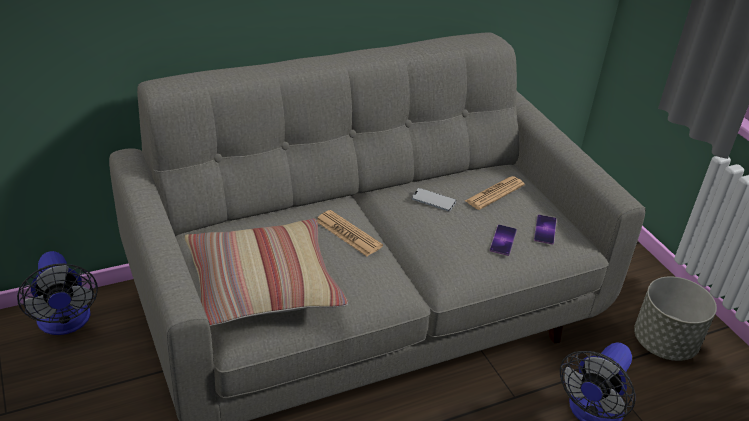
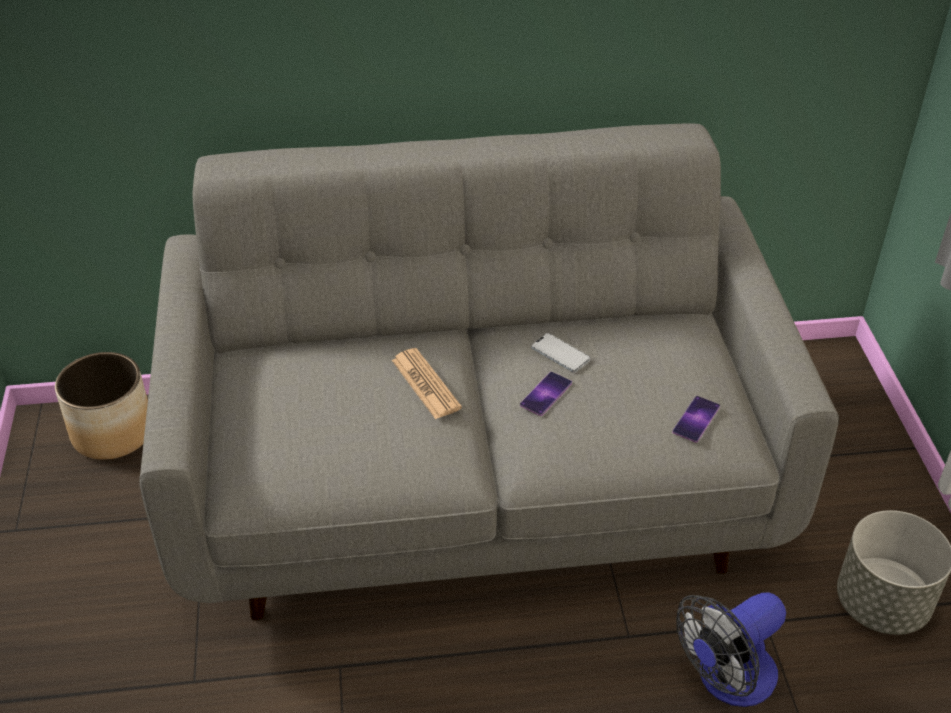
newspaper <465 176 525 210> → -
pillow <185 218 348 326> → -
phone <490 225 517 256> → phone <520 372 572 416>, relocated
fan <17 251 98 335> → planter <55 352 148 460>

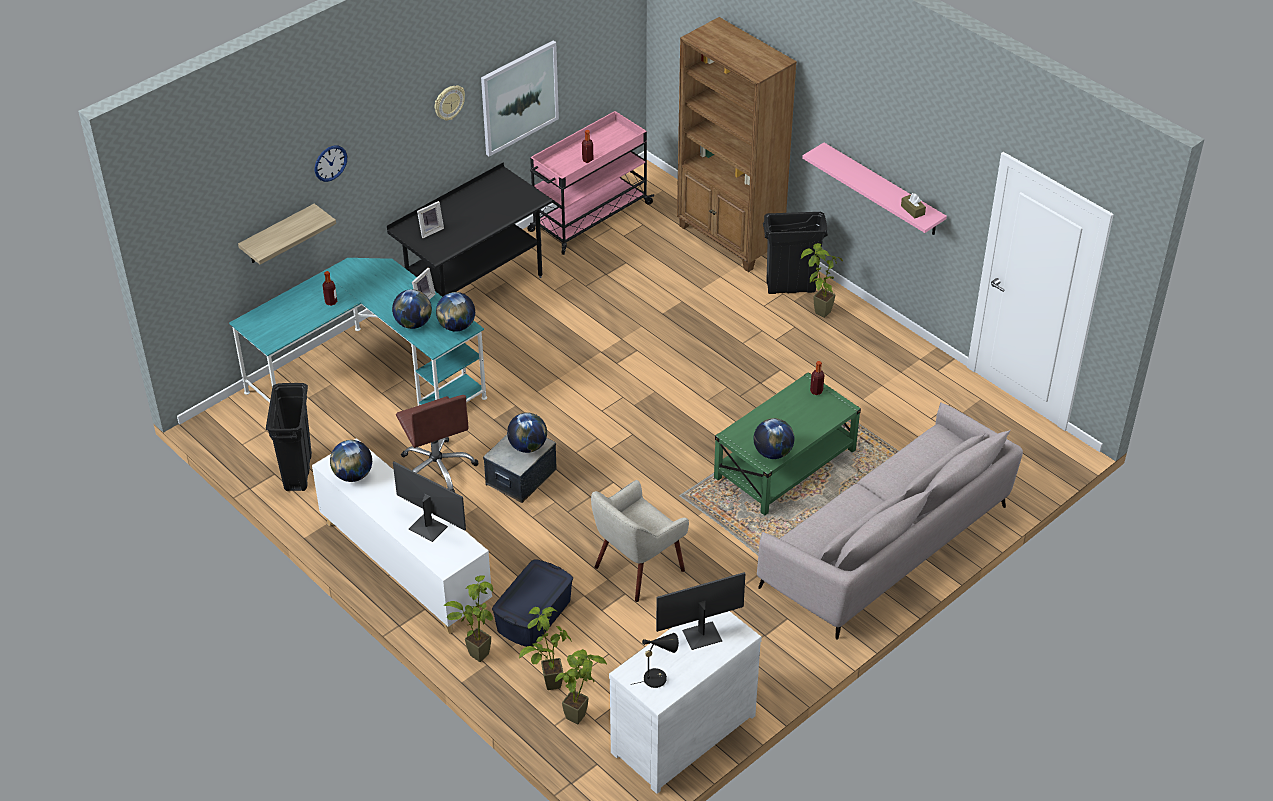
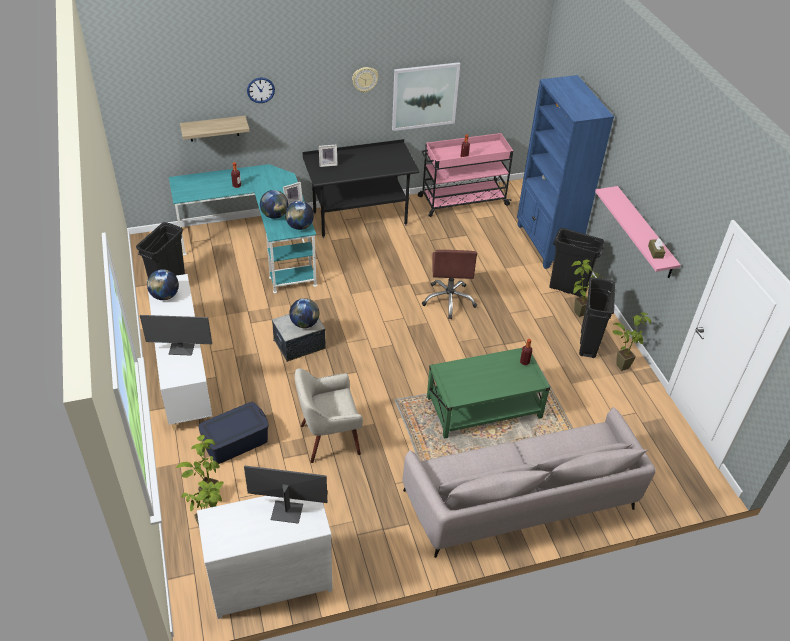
brown_bookcase <677 17 797 272> → blue_bookcase <517 75 614 269>
brown_office_chair <396 395 478 492> → brown_office_chair <422 250 477 319>, relocated
globe <754 418 794 459> → -
monitor <393 462 466 542> → monitor <140 315 212 356>, 120 degrees clockwise
potted_plant <443 576 493 662> → potted_plant <612 313 651 371>, relocated
black_table_lamp <630 633 679 688> → -
- → black_trash_can <579 277 615 358>

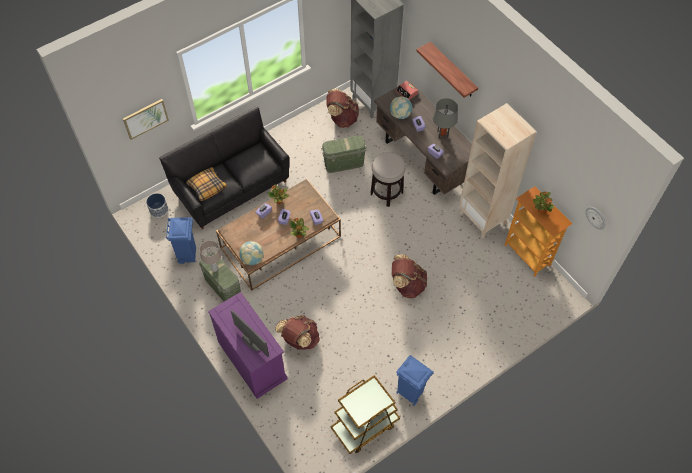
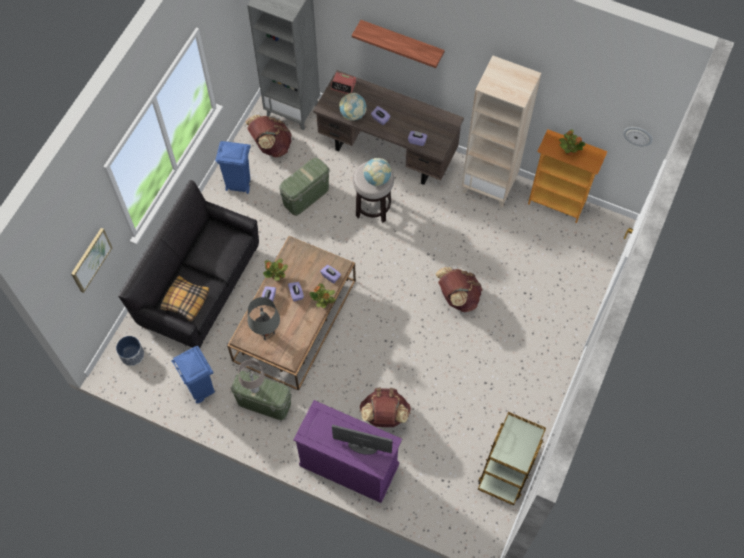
grey_table_lamp <433 98 458 138> → grey_table_lamp <248 297 280 340>, relocated
globe <239 241 264 265> → globe <363 158 391 186>, relocated
blue_trash_can <396 355 434 406> → blue_trash_can <215 141 251 194>, relocated

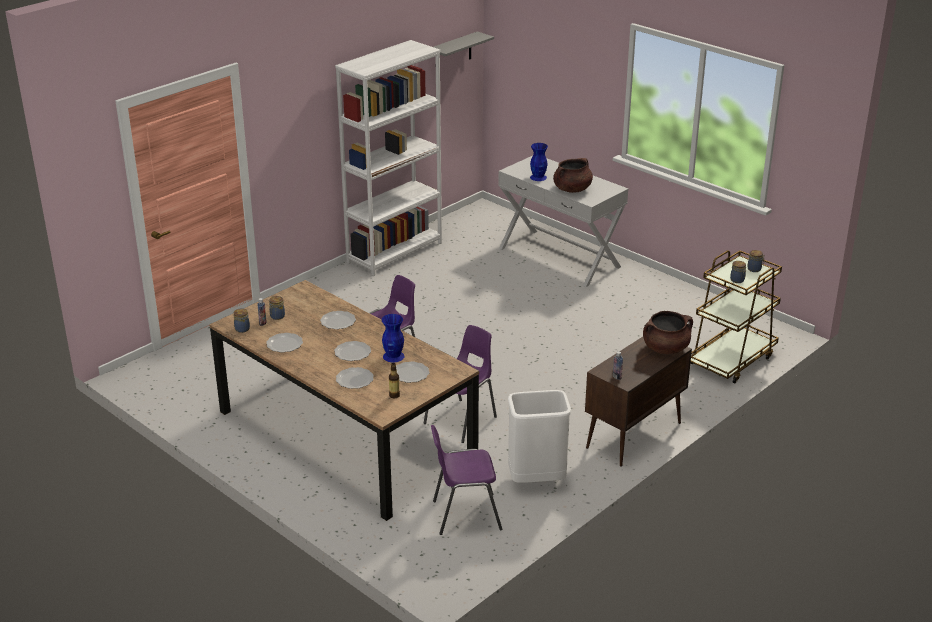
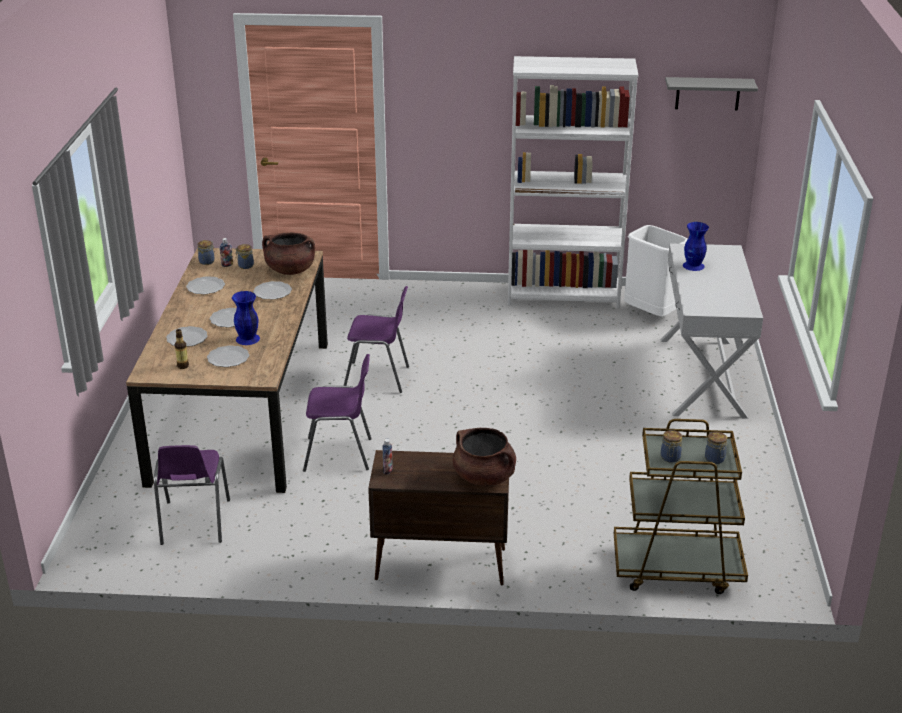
brown_cooking_pot <553 158 593 193> → brown_cooking_pot <262 232 315 275>, relocated
white_trash_can <508 390 572 483> → white_trash_can <624 225 688 317>, relocated
purple_chair <431 425 502 535> → purple_chair <154 445 230 545>, 135 degrees counterclockwise

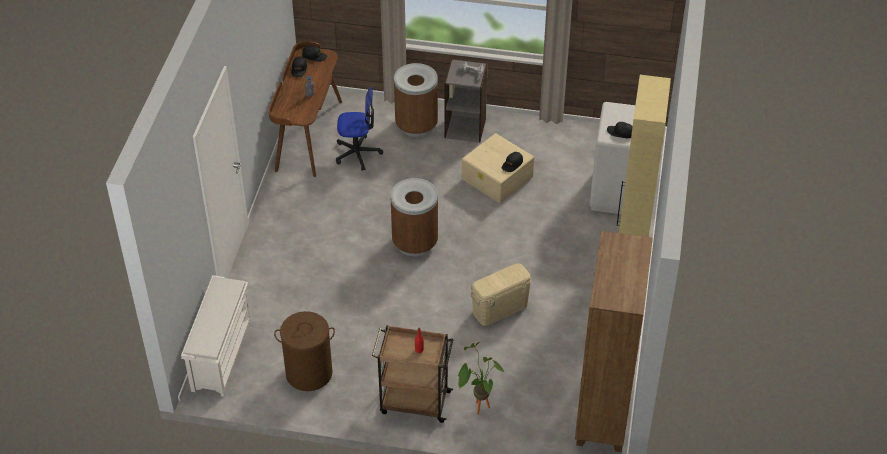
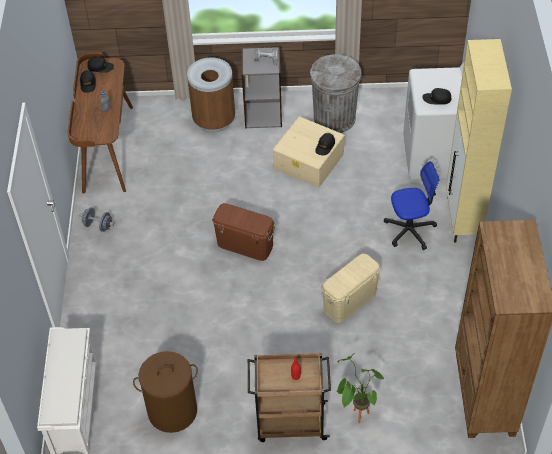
office_chair <336 87 383 171> → office_chair <384 161 440 250>, relocated
brown_trash_can <390 178 438 257> → brown_storage_box <212 203 275 261>
- → grey_trash_can <310 54 362 133>
- → grey_dumbbell <80 207 114 232>

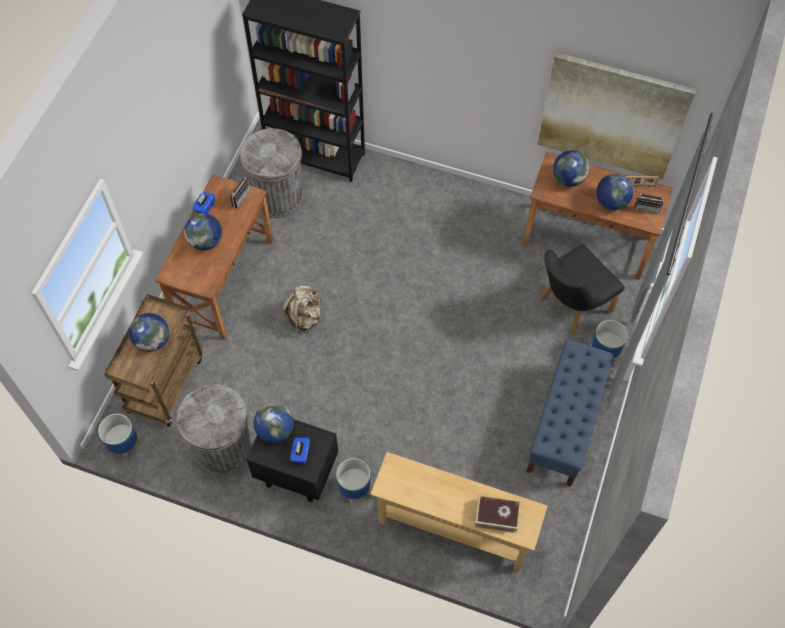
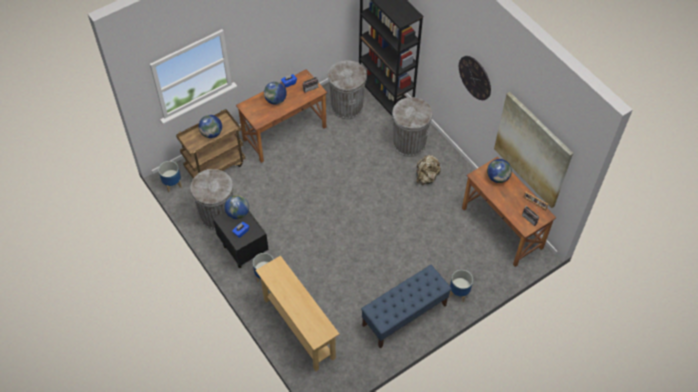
globe <596 174 633 210> → -
black_chair <540 243 625 336> → -
beige_backpack <282 286 322 334> → beige_backpack <416 155 441 185>, relocated
book <475 496 521 533> → -
- → wall_clock <459 56 491 100>
- → grey_trash_can <392 97 433 157>

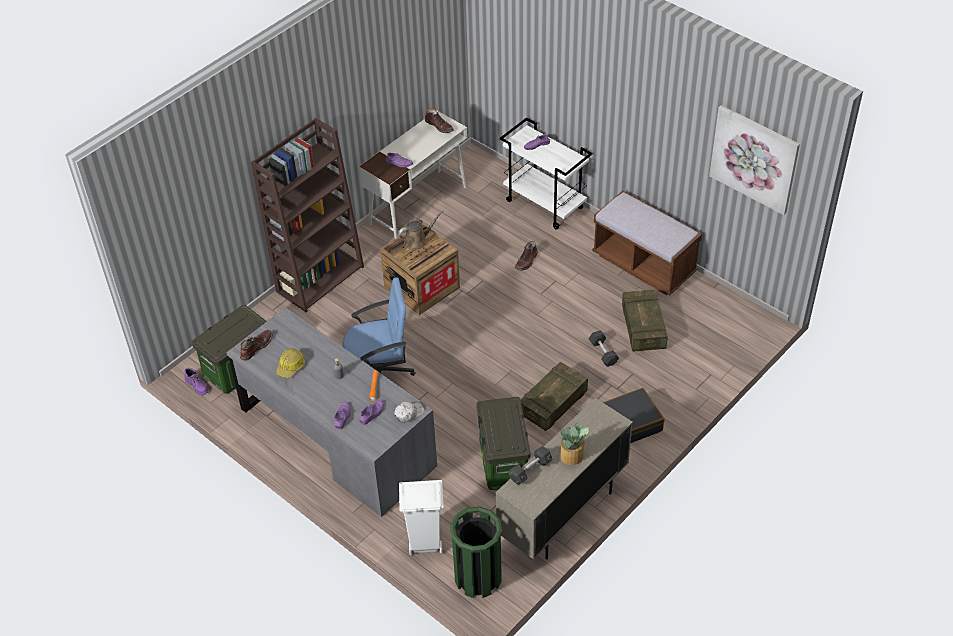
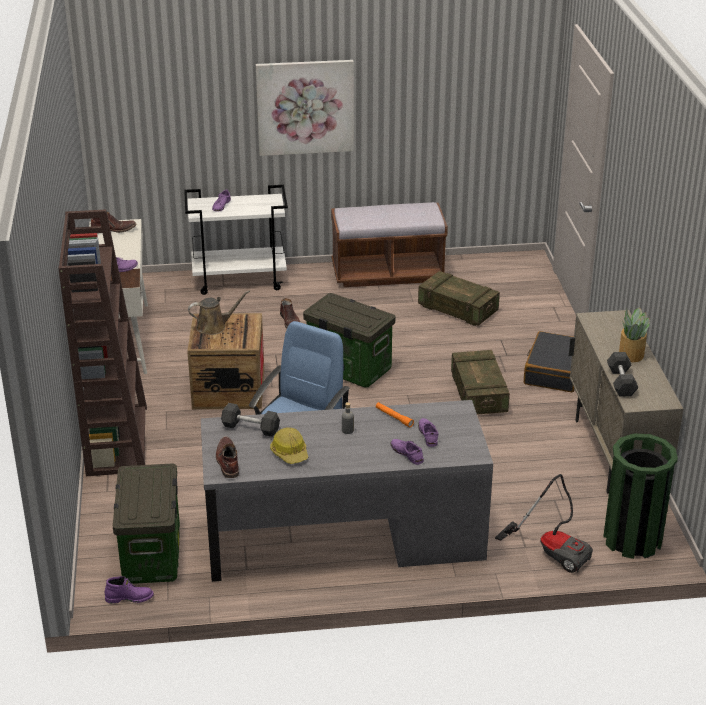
picture <709 105 800 215> → picture <256 60 354 156>, relocated
brown_watering_can <398 210 443 250> → brown_watering_can <188 290 250 335>, 60 degrees clockwise
grey_dumbbell <588 330 619 367> → grey_dumbbell <221 403 280 437>, relocated
storage_box <476 397 531 490> → storage_box <303 293 395 388>, relocated
white_cap <394 402 424 423> → -
white_trash_can <399 480 444 555> → vacuum_cleaner <495 474 593 573>

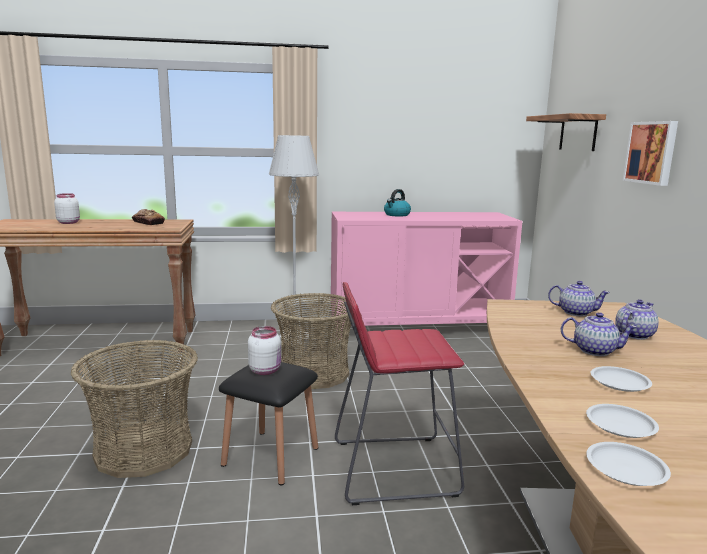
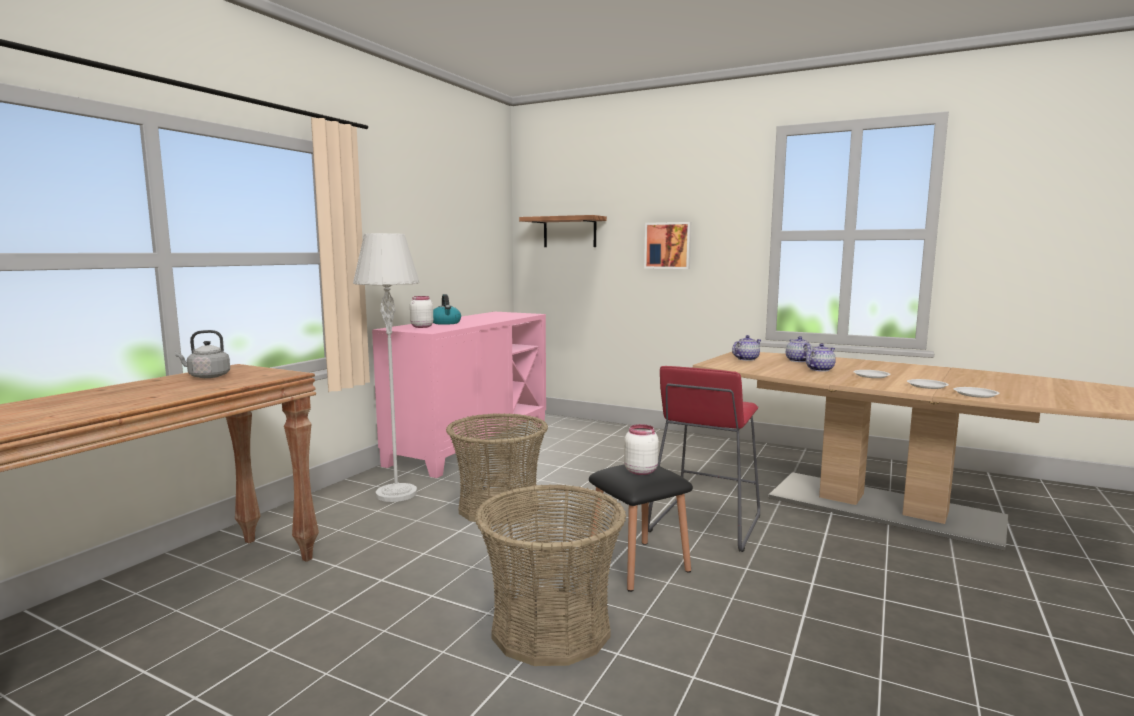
white_jar <54 193 80 224> → white_jar <410 296 433 328>, relocated
bread <132 209 165 225> → grey_kettle <175 330 230 378>

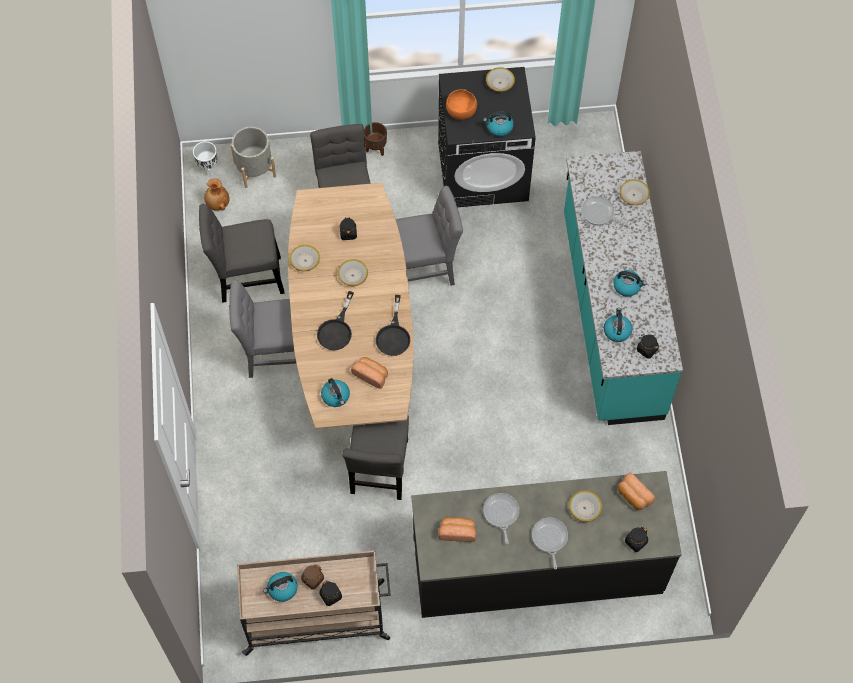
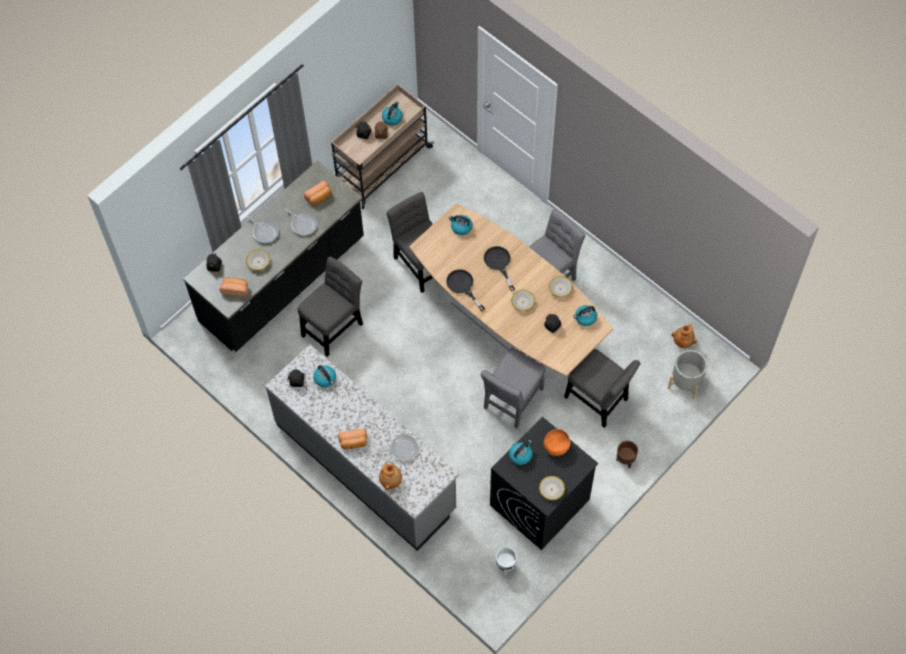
white_planter <193 141 218 177> → white_planter <496 547 517 575>, relocated
turquoise_counter <564 151 683 425> → grey_counter <265 344 459 551>
bowl <620 179 650 205> → brown_vase <379 462 402 490>
grey_chair <199 204 285 303> → grey_chair <298 256 363 357>, relocated
kettle <613 270 647 297> → kettle <573 305 597 326>, relocated
bread <351 357 388 389> → bread <338 428 367 450>, relocated

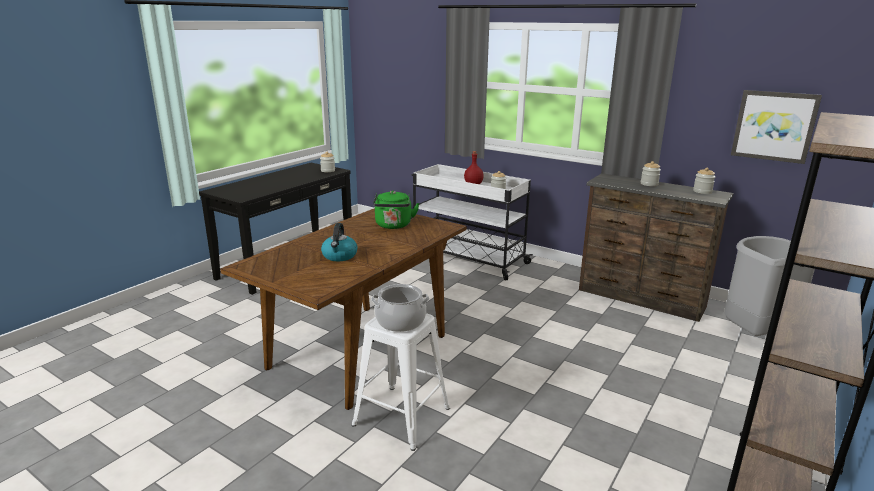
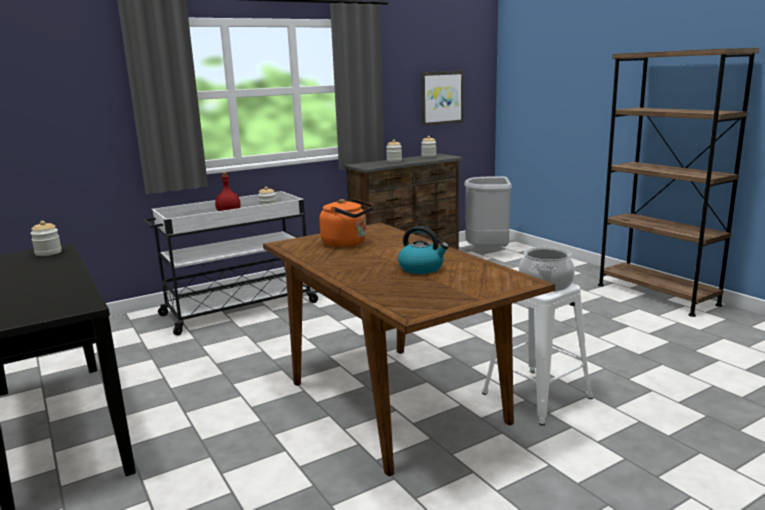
green_kettle <373 191 420 229> → orange_kettle <319 198 374 247>

